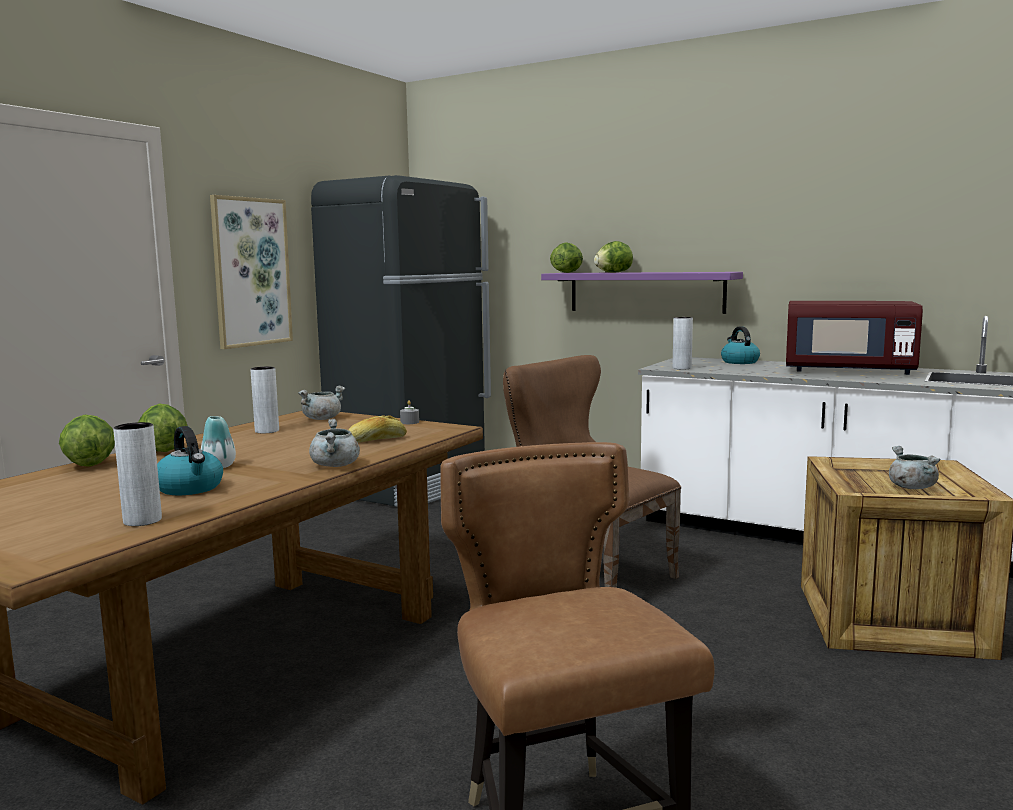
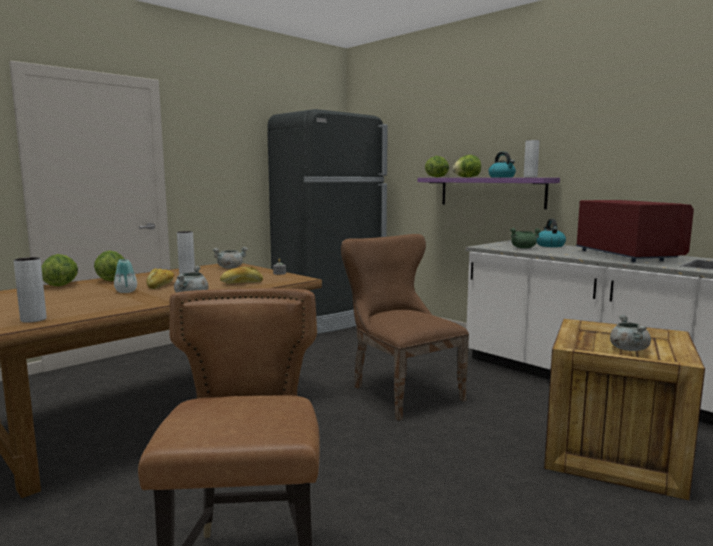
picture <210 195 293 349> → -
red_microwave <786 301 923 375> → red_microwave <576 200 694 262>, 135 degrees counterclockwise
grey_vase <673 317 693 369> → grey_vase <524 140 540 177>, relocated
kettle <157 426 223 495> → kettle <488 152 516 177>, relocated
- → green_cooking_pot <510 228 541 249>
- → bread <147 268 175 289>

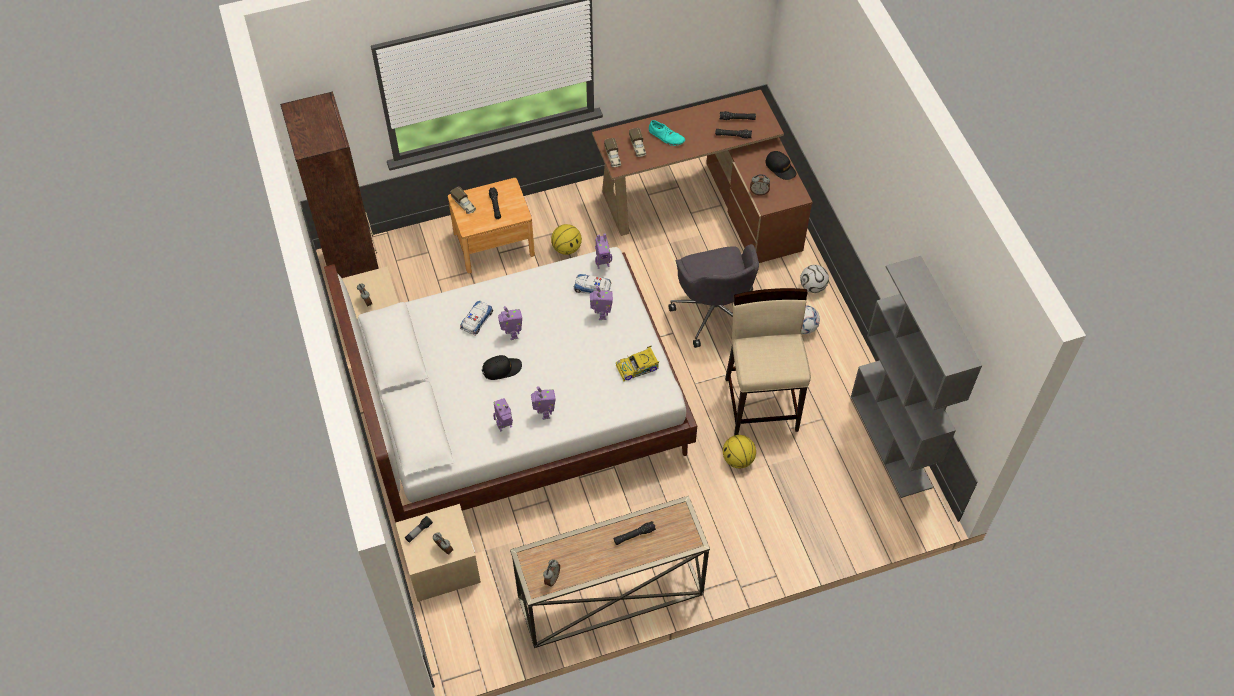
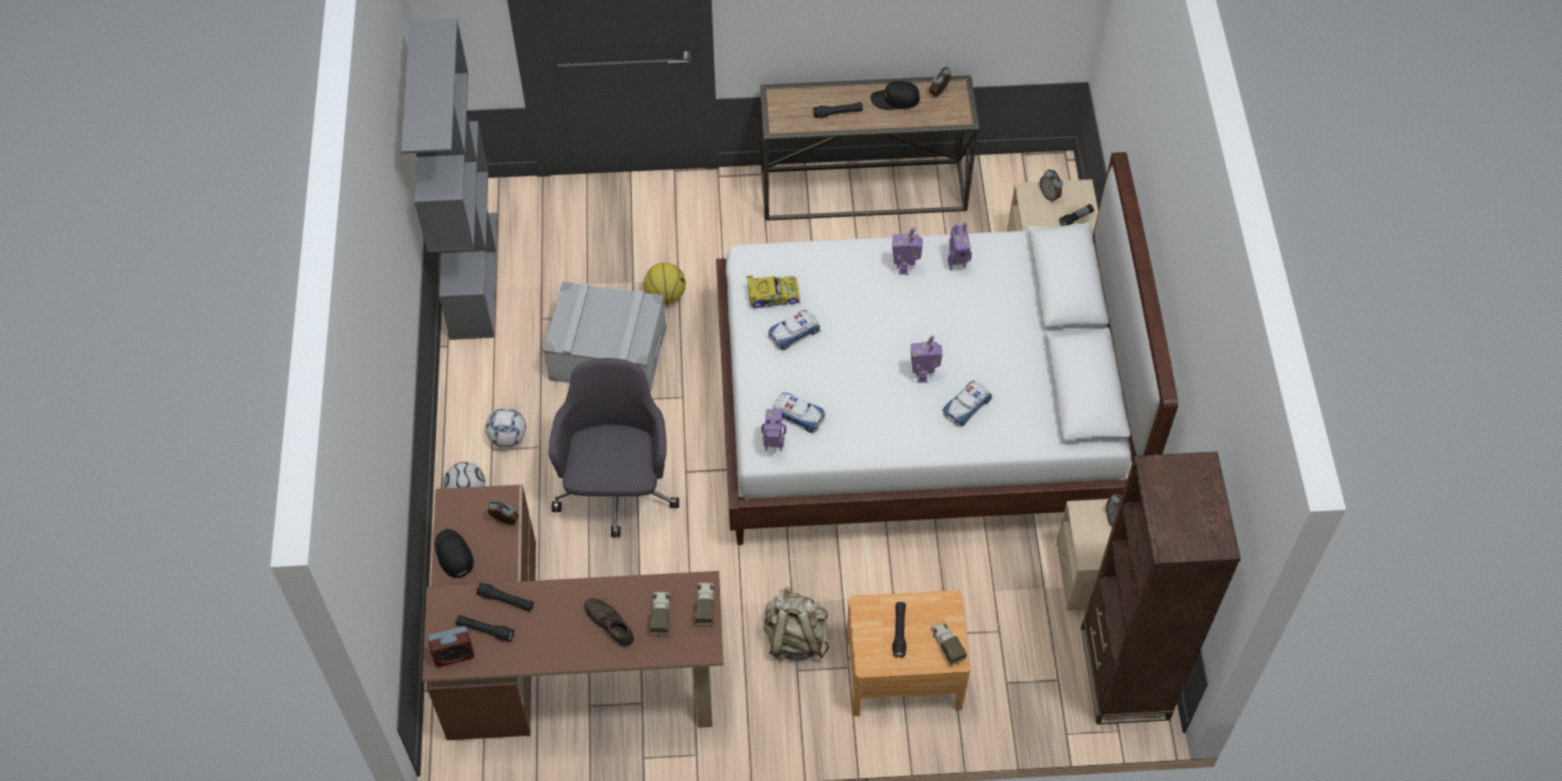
turquoise_shoe <649 120 685 146> → brown_shoe <584 598 634 647>
basketball <551 224 582 255> → beige_backpack <763 586 829 661>
toy_robot <590 286 613 320> → -
beige_stool <725 288 811 435> → grey_storage_box <543 281 667 392>
black_cap <482 355 522 380> → black_cap <871 81 920 110>, relocated
- → toy_car <768 310 821 350>
- → alarm_clock <428 626 475 667>

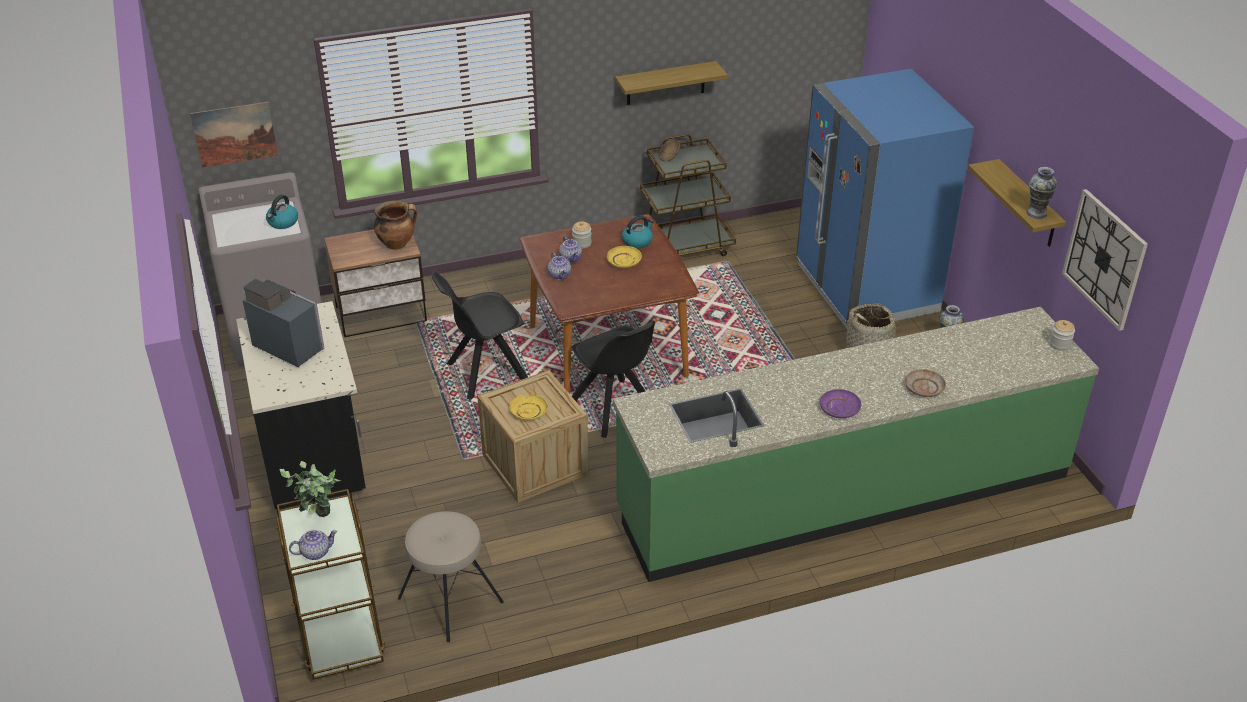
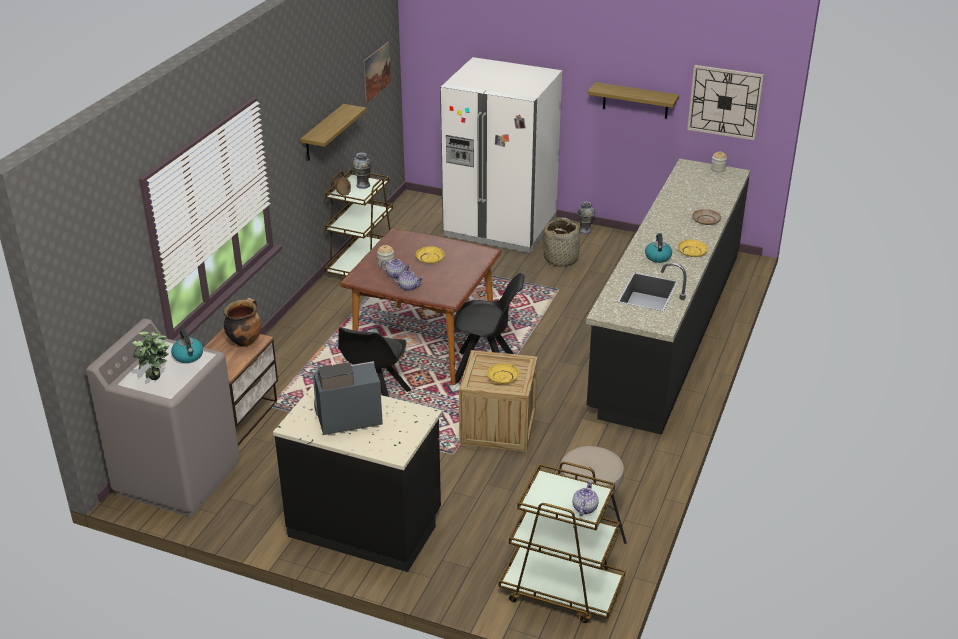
blue_fridge <796 69 974 329> → white_fridge <440 57 562 253>
picture <190 101 278 168> → picture <364 42 391 103>, relocated
vase <1027 167 1057 219> → vase <352 152 372 189>, relocated
kettle <622 216 654 249> → kettle <645 233 672 263>, relocated
green_counter <613 307 1099 582> → black_counter <586 158 750 435>
purple_plate <820 389 861 418> → yellow_plate <678 240 708 257>
potted_plant <279 461 341 517> → potted_plant <133 331 169 380>, relocated

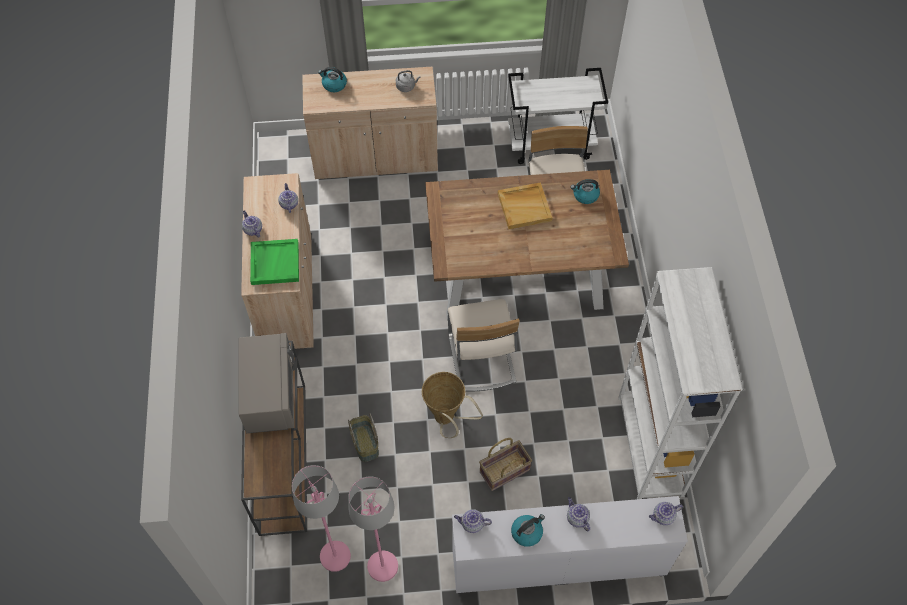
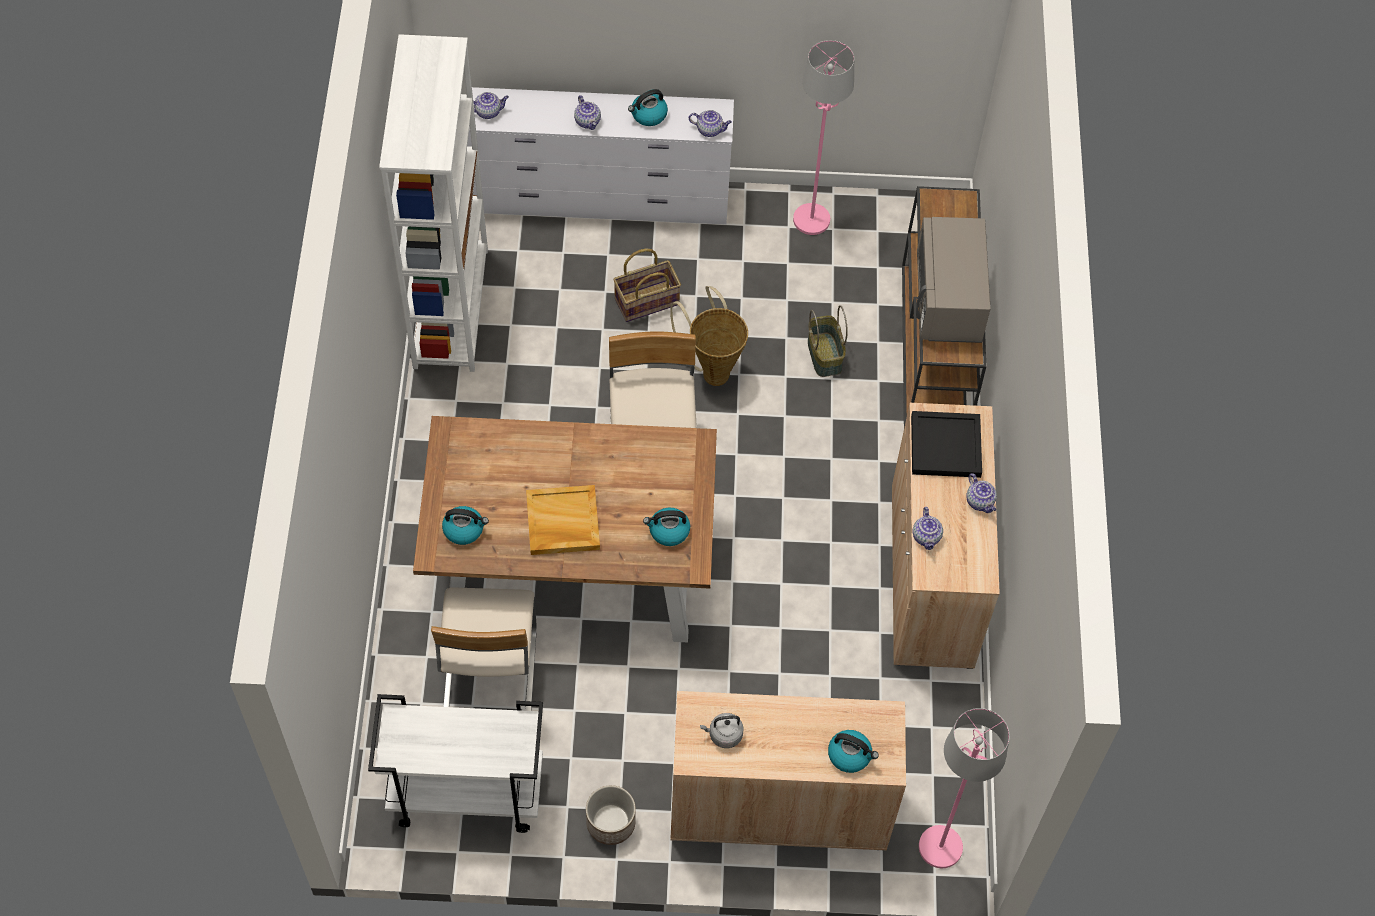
green_tray <250 239 299 285> → black_tray <911 411 982 478>
pink_floor_lamp <292 465 351 572> → pink_floor_lamp <919 708 1010 868>, relocated
- → kettle <643 508 690 546>
- → planter <586 785 636 845>

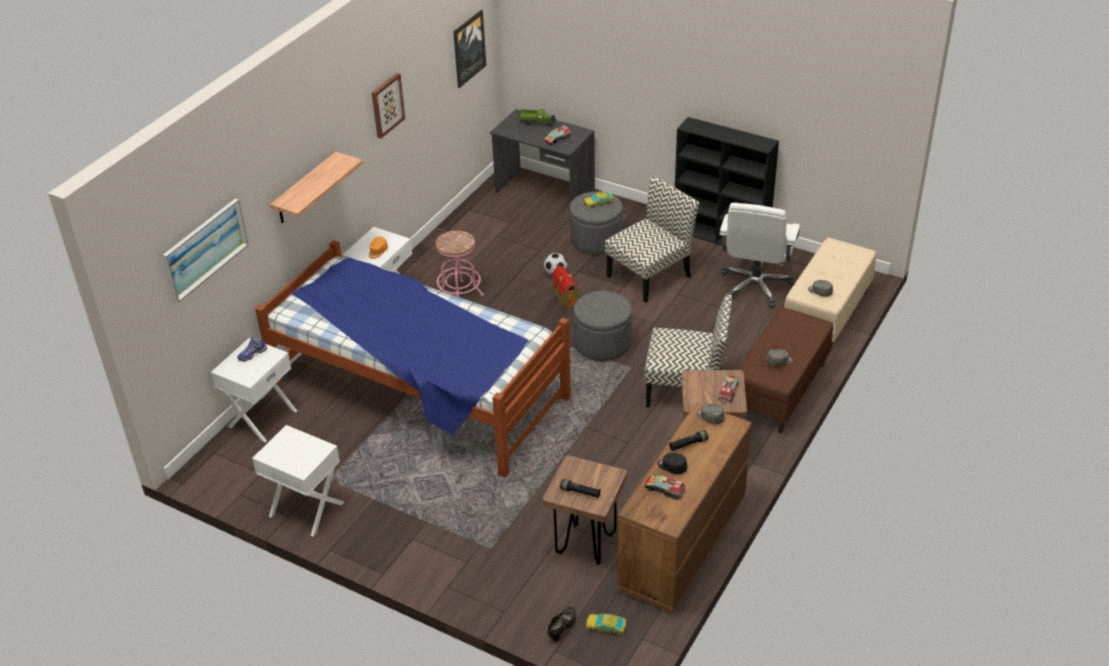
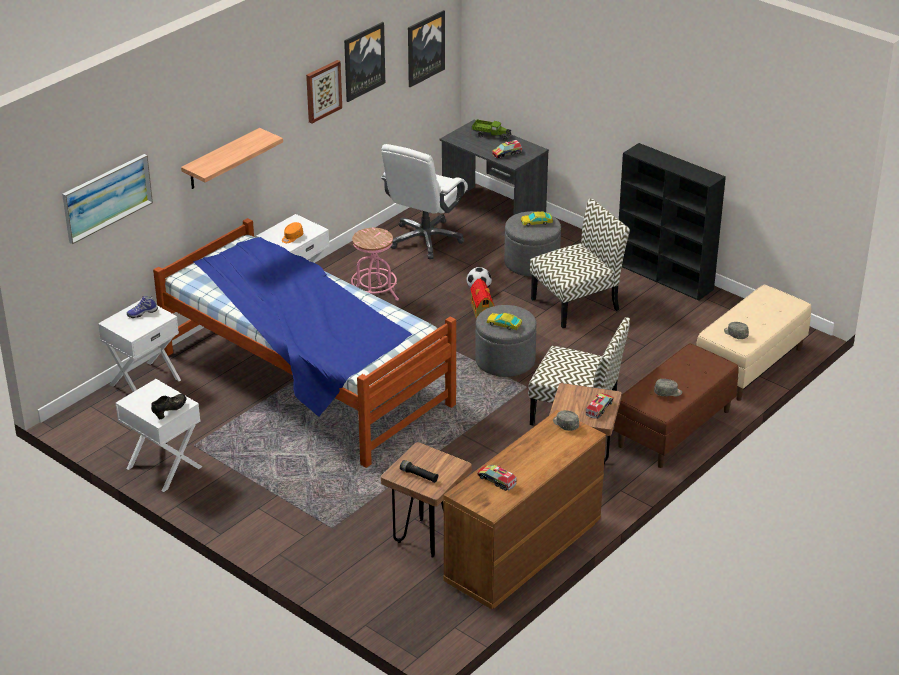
white_office_chair <719 203 800 308> → white_office_chair <381 144 468 259>, relocated
black_flashlight <669 430 708 451> → -
black_cap <658 453 687 474> → -
black_shoe <548 607 576 642> → black_shoe <151 394 186 419>, relocated
toy_car <586 614 627 635> → toy_car <486 313 522 330>, relocated
- → picture <344 22 385 102>

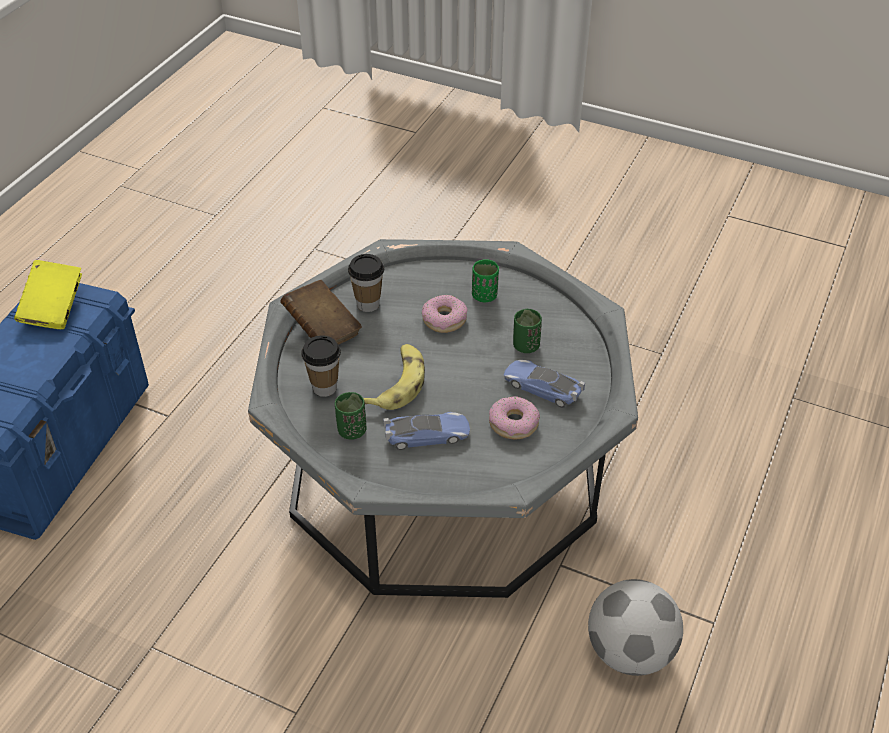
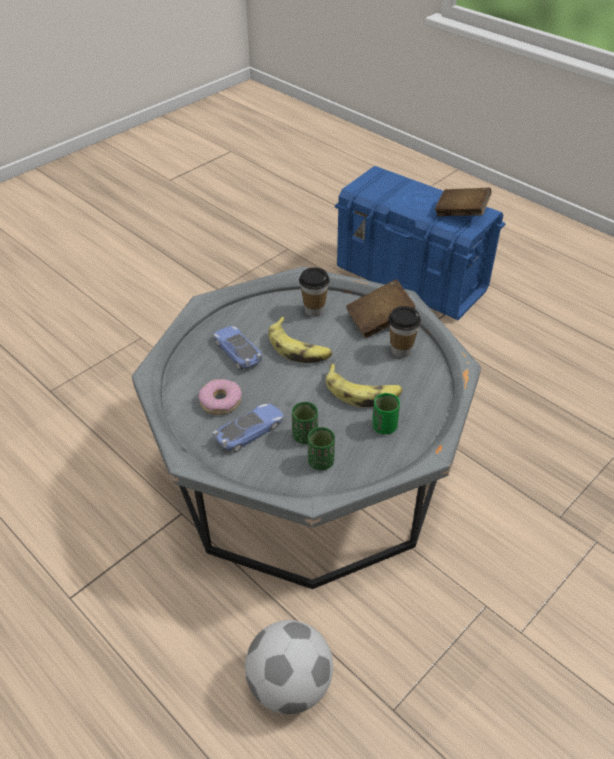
yellow_book <14 260 82 329> → brown_book <435 188 492 216>
donut <422 295 467 333> → banana <326 364 403 408>
green_cup <335 392 367 440> → green_cup <308 427 335 470>, relocated
toy_car <383 412 470 450> → toy_car <213 326 262 370>, 135 degrees clockwise
football <588 579 683 676> → football <245 620 333 714>, relocated

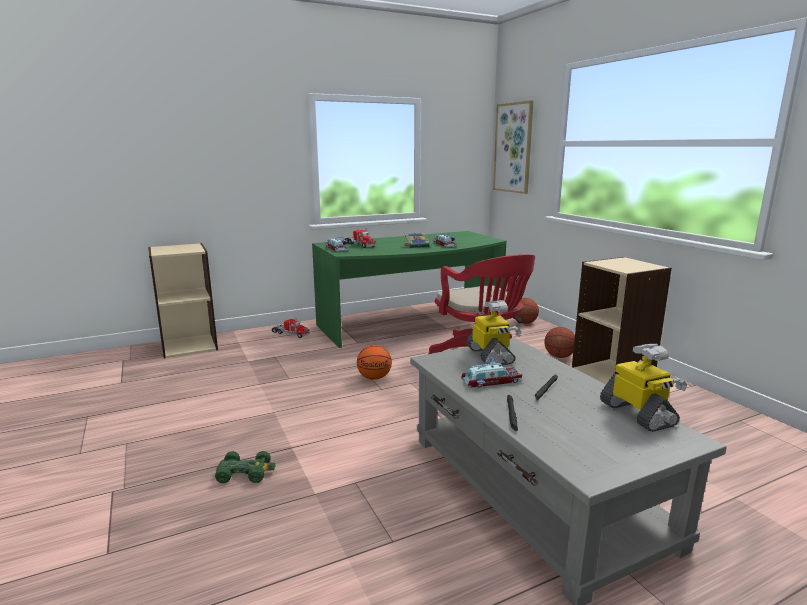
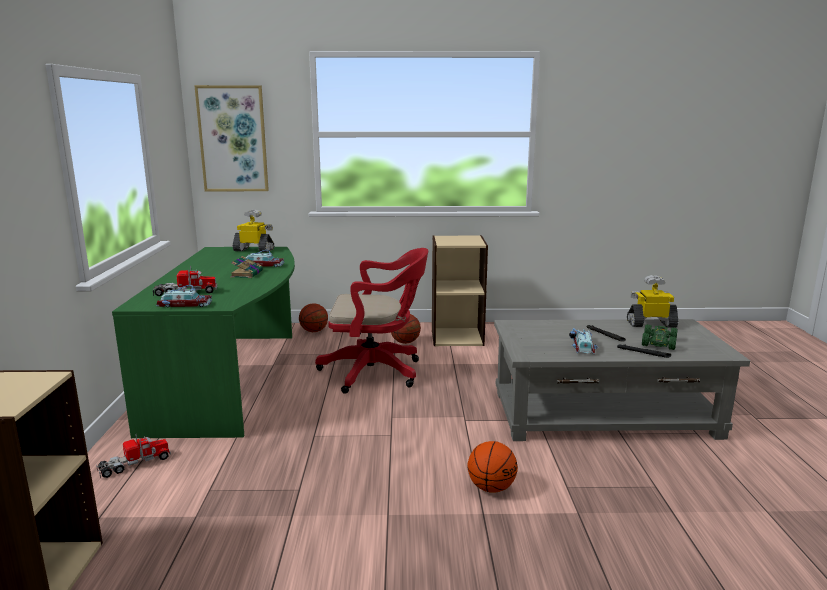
toy_robot <466 300 521 365> → toy_robot <233 209 274 252>, relocated
basketball <357 345 392 380> → basketball <467 441 518 493>, relocated
green_toy_car <215 451 276 483> → green_toy_car <642 324 678 350>, relocated

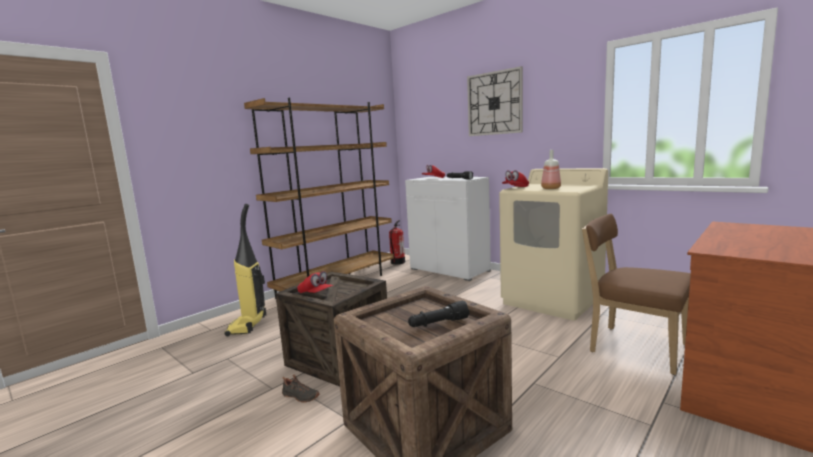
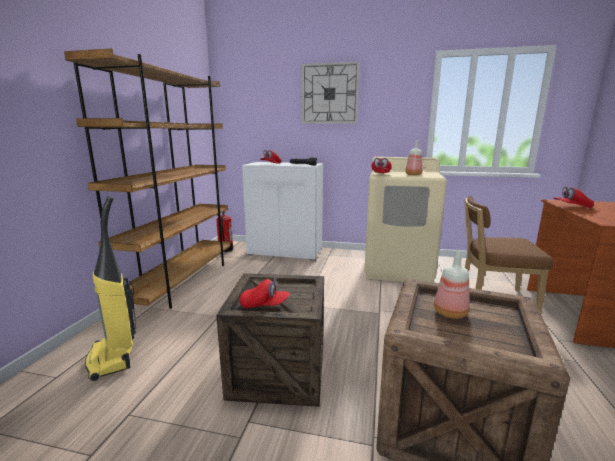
black_flashlight <408 301 469 327> → -
black_shoe <282 374 320 403> → -
- → red_cap <553 186 594 208>
- → bottle <434 250 469 319>

